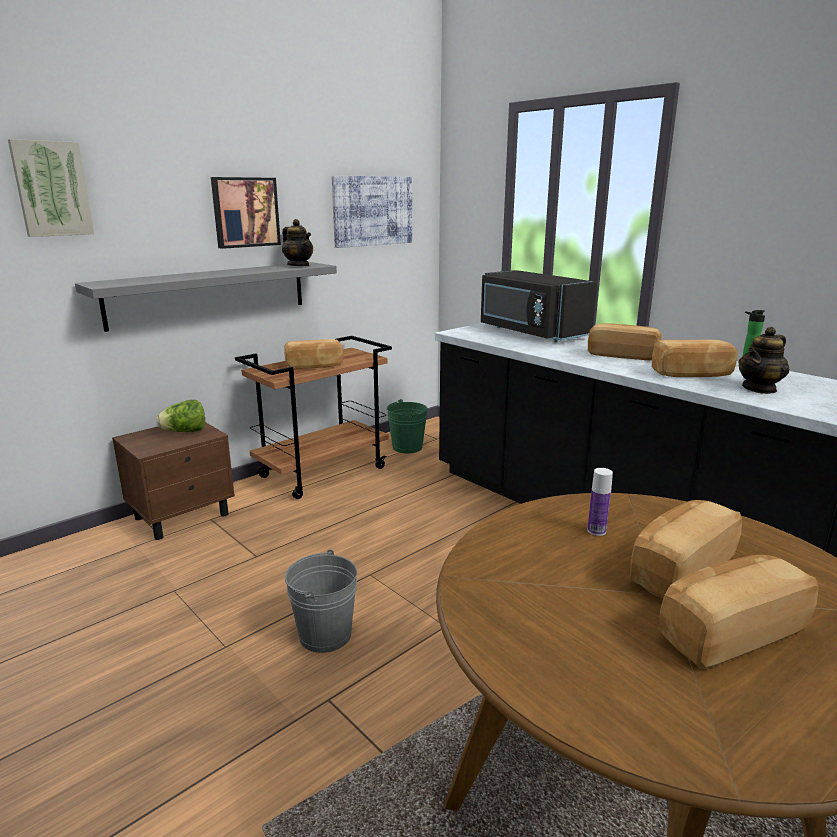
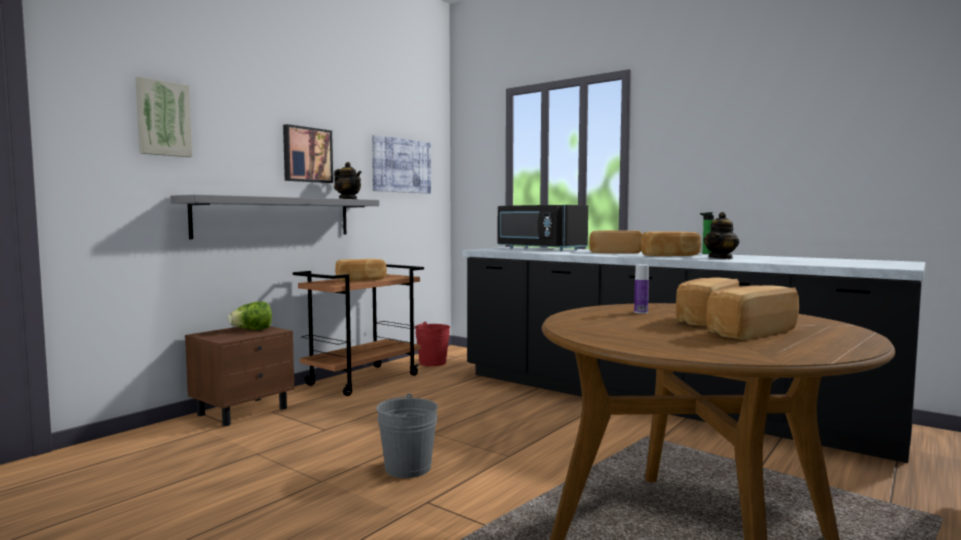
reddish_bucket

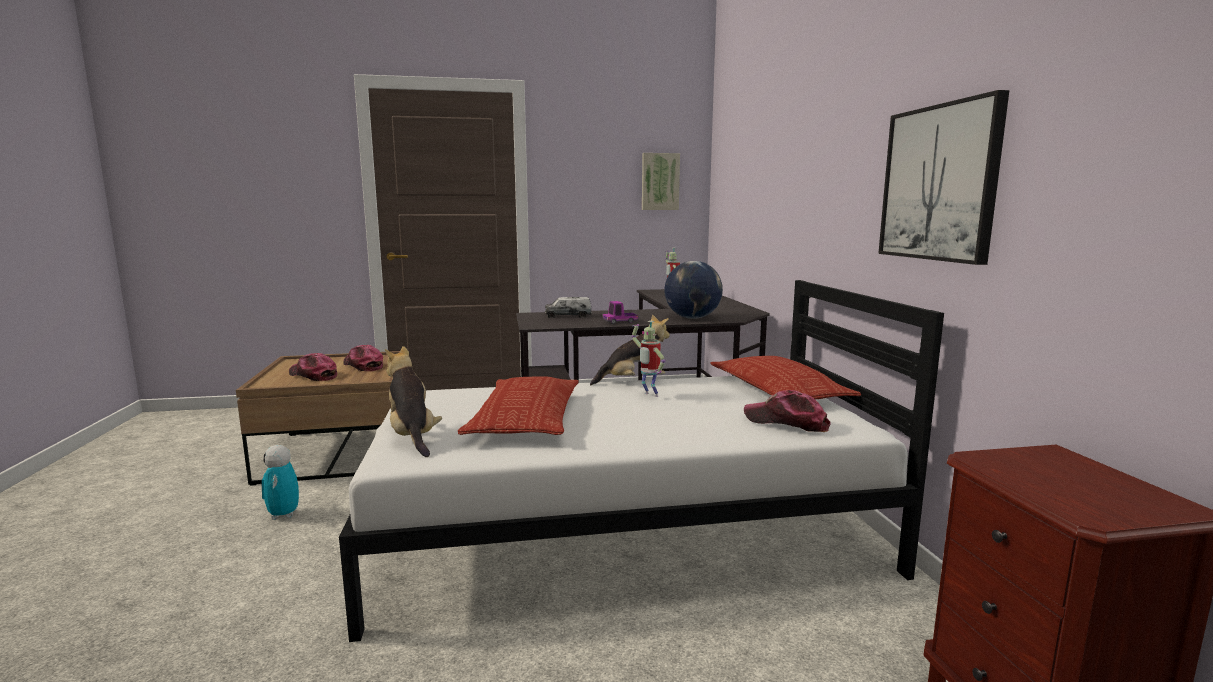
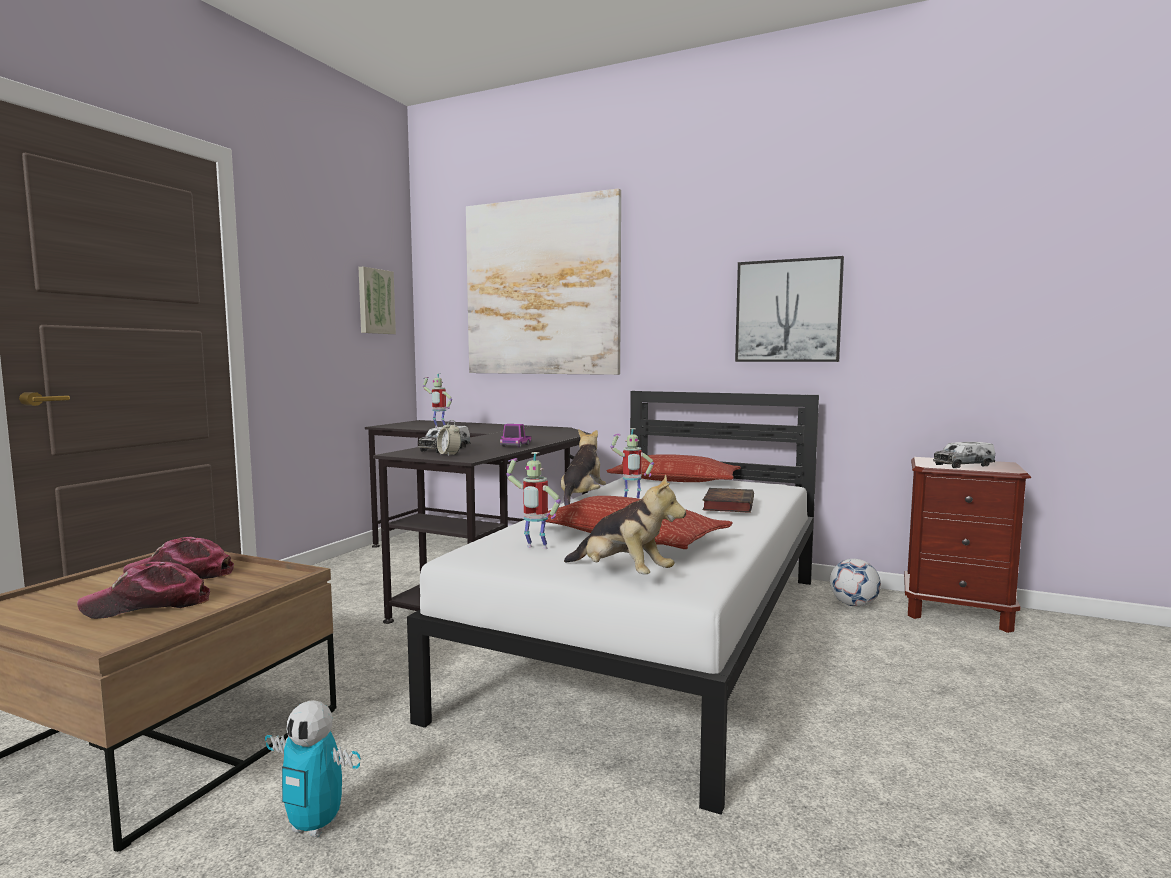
cuddly_toy (2nd from left)
world_globe
baseball_cap (3rd from left in the first image)
bedside_clock
picture (2nd from left)
robot_figure (3rd from left)
book
ball_for_football
model_truck (3rd from left)

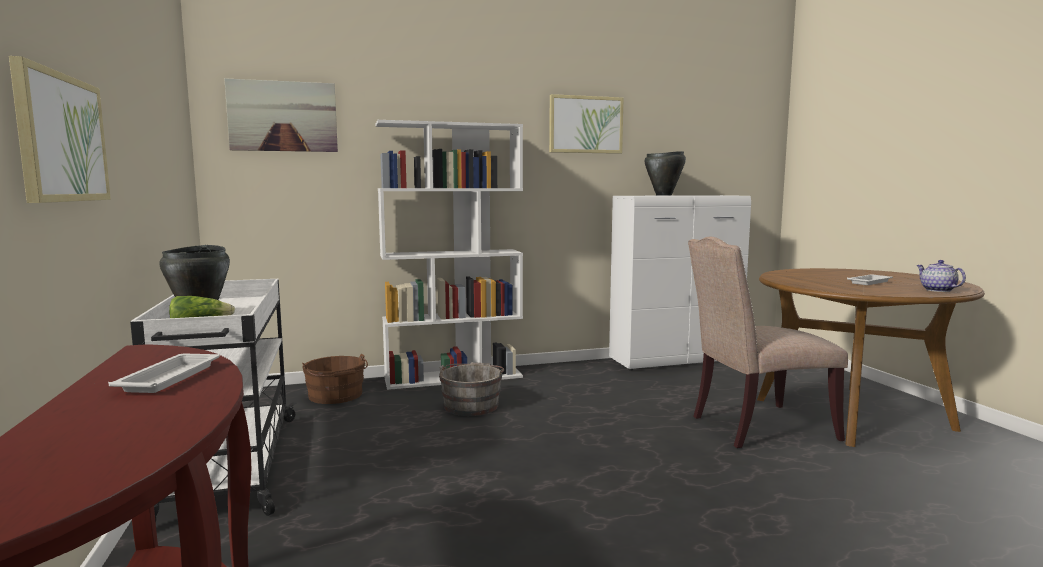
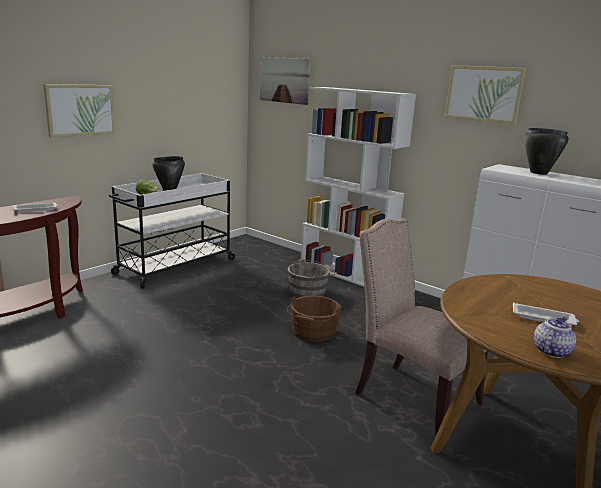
brownish_bucket

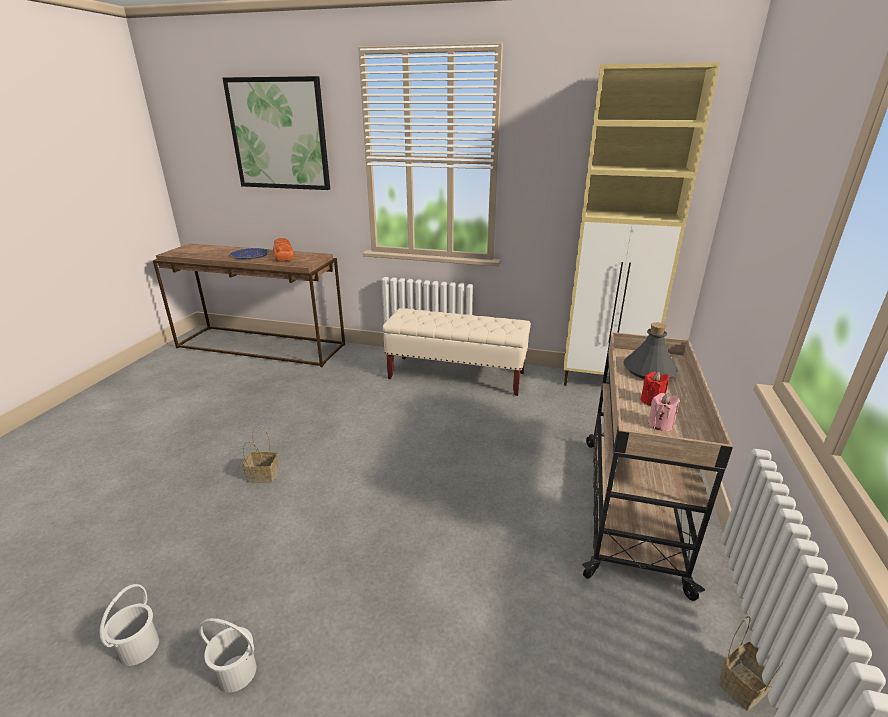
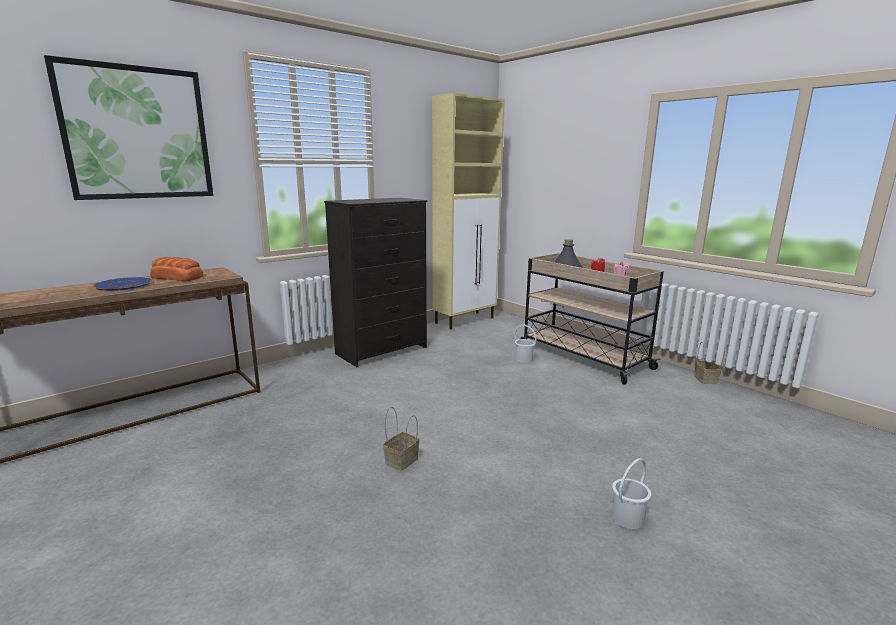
white-coloured_bucket (1st from left)
black-coloured_drawer_chest

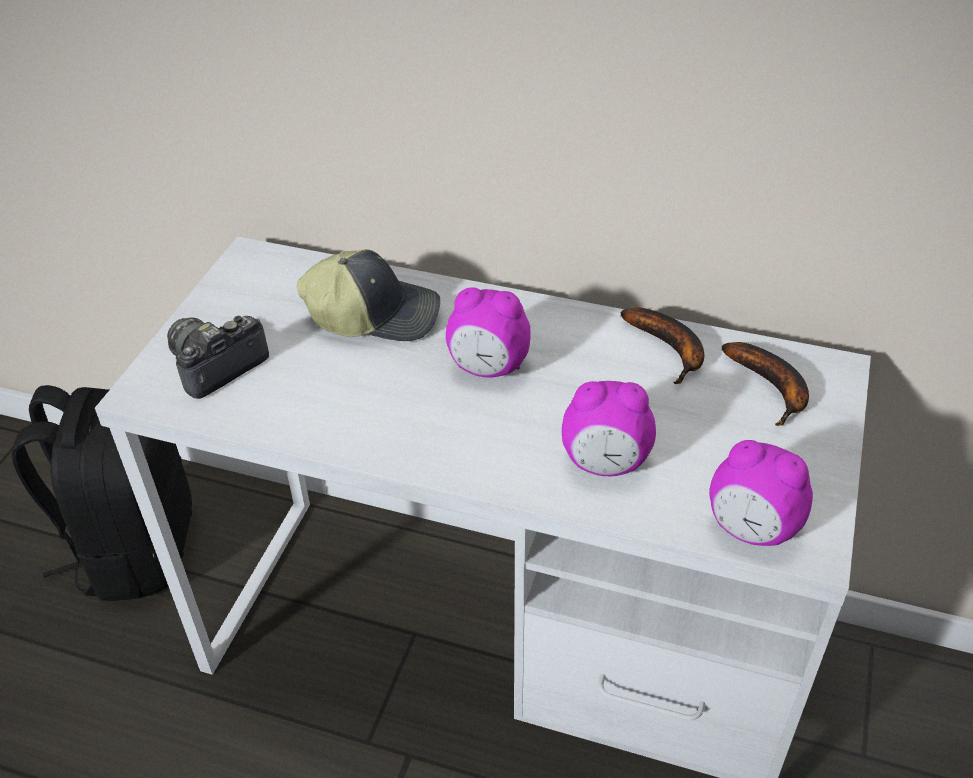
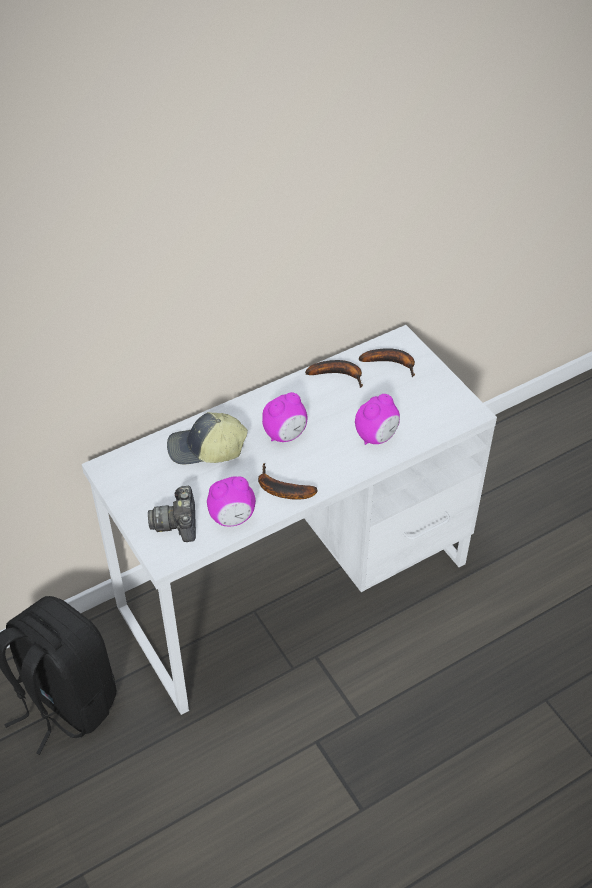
baseball_cap
bedside_clock (1st from left)
banana_fruit (1st from left)

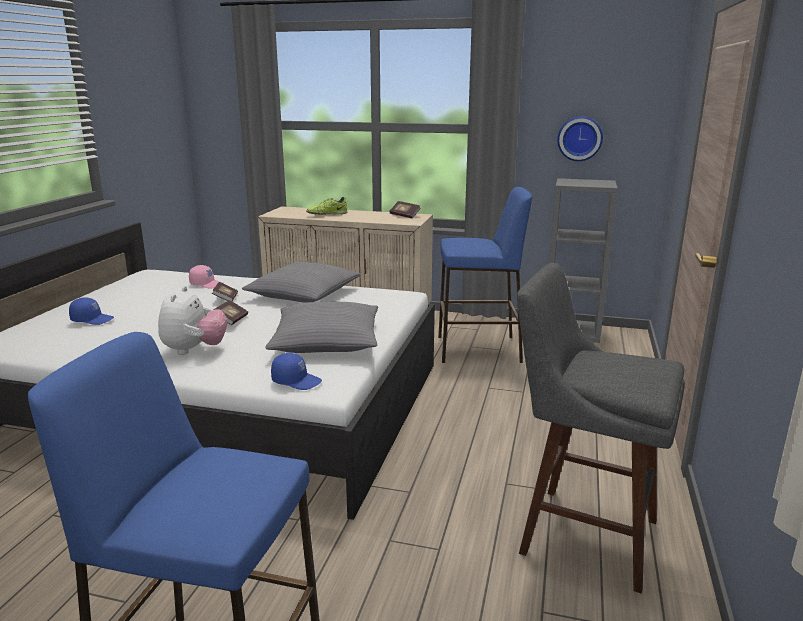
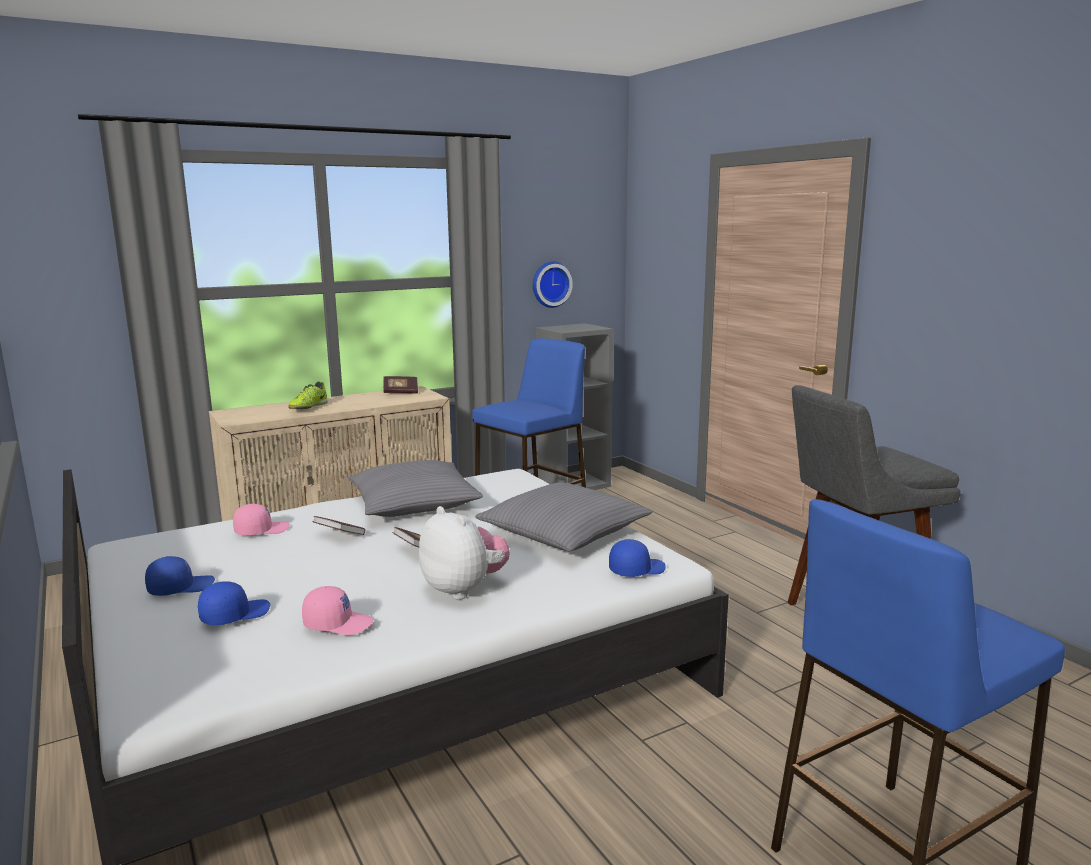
bluish_baseball_cap (1st from left)
pink-coloured_baseball_cap (2nd from left)

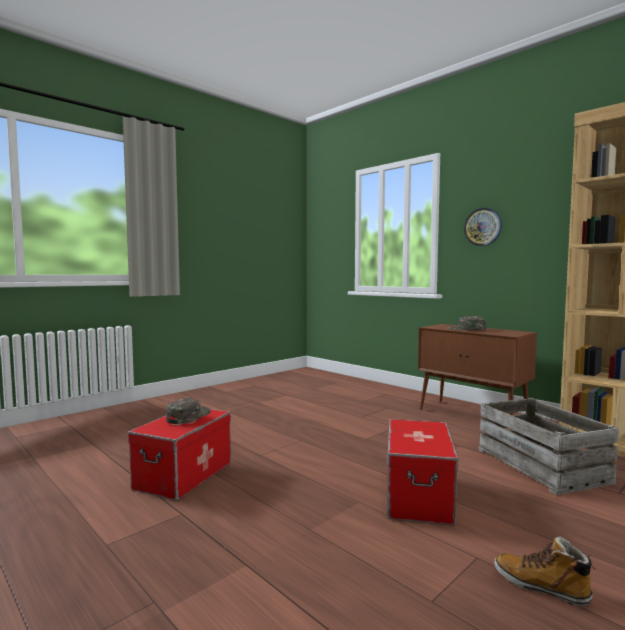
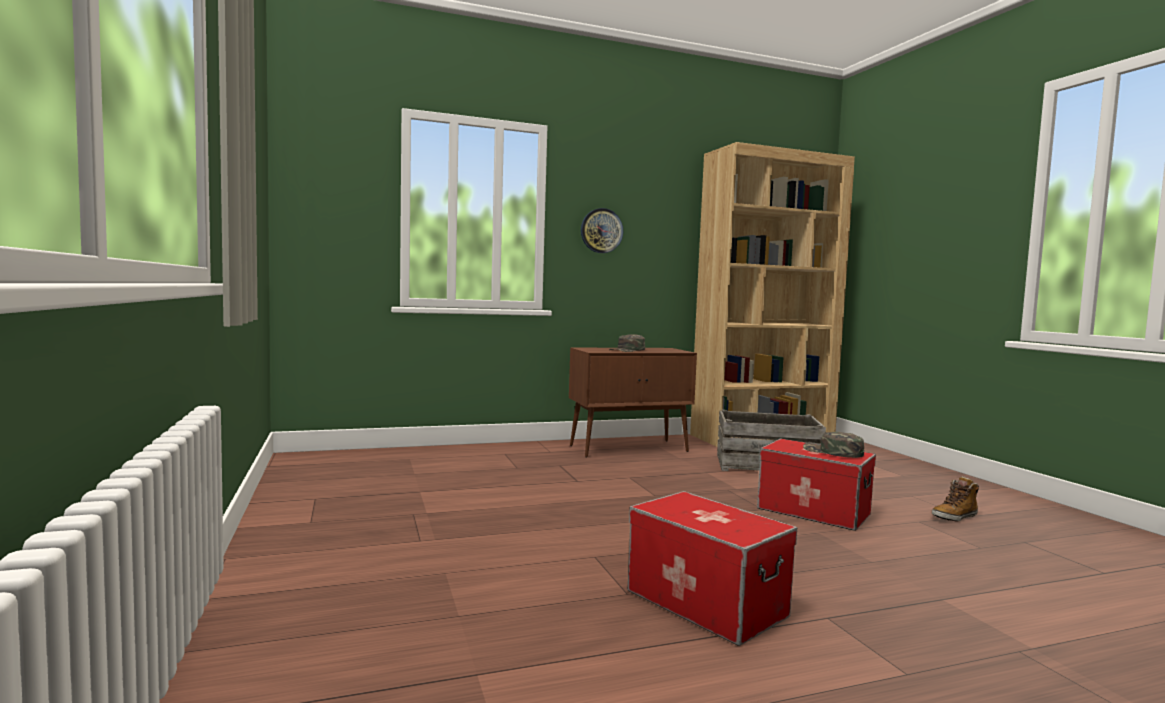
greenish_baseball_cap (2nd from left)

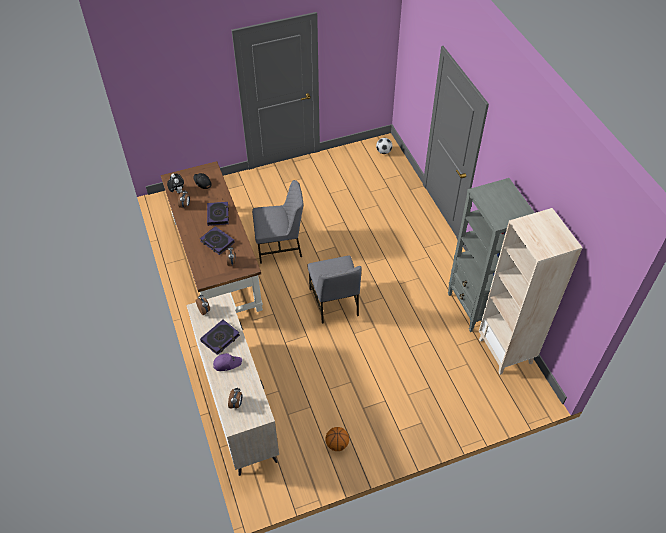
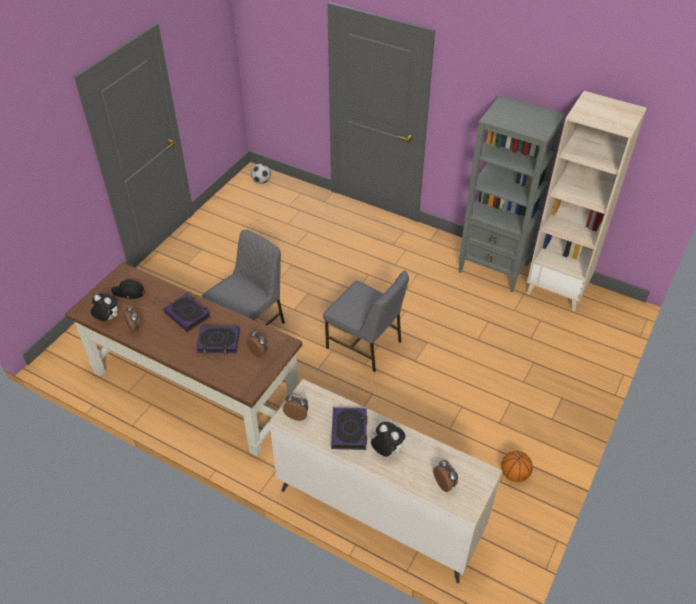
cuddly_toy (2nd from left)

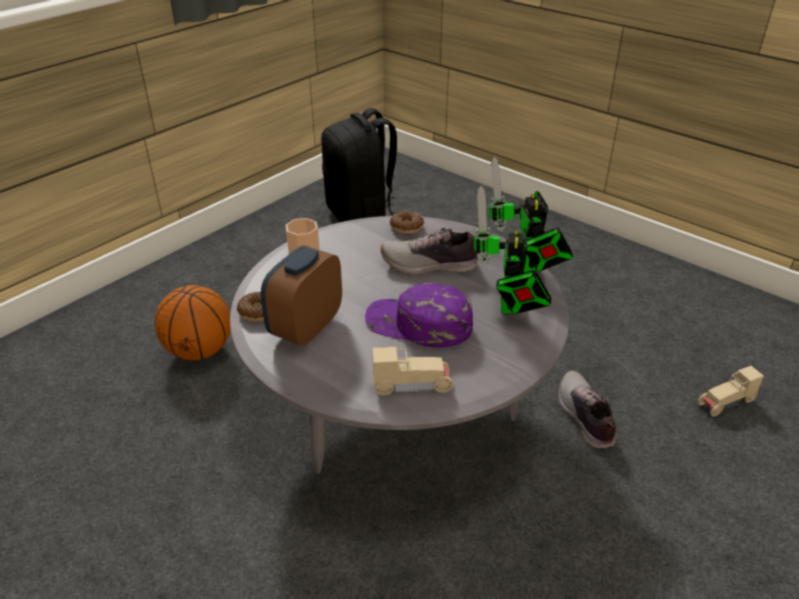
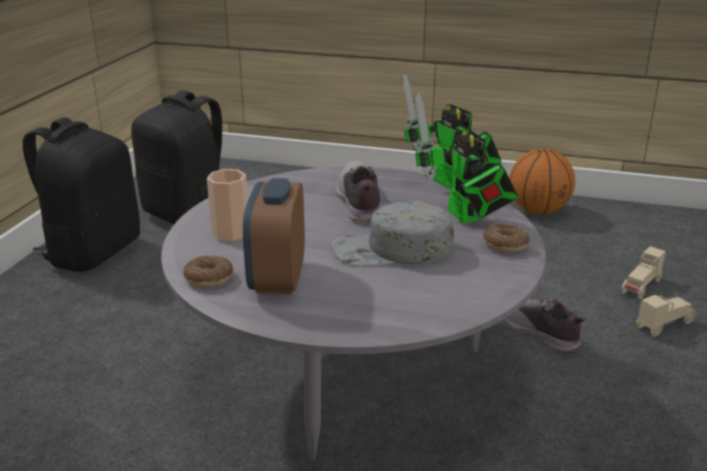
basketball_ball
greyish_baseball_cap
beige_model_car (2nd from left)
shoe (1st from left)
doughnut (2nd from left)
black-coloured_backpack (1st from left)

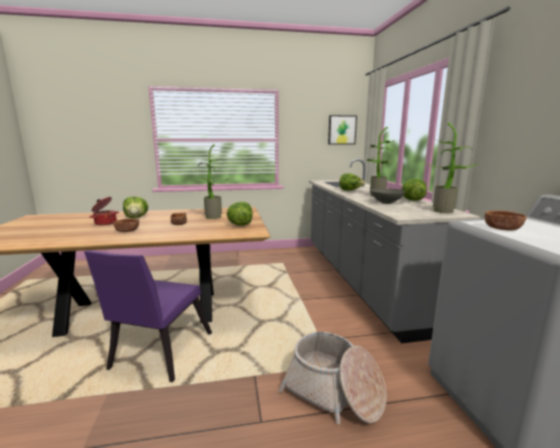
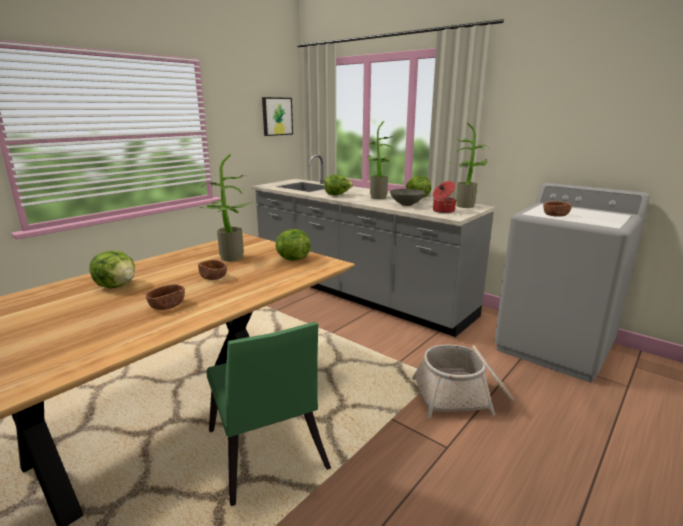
greenish_plain_chair
saucepot

